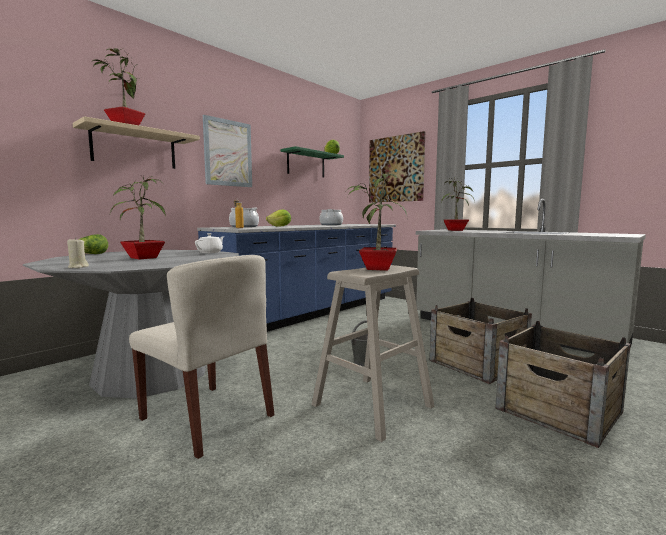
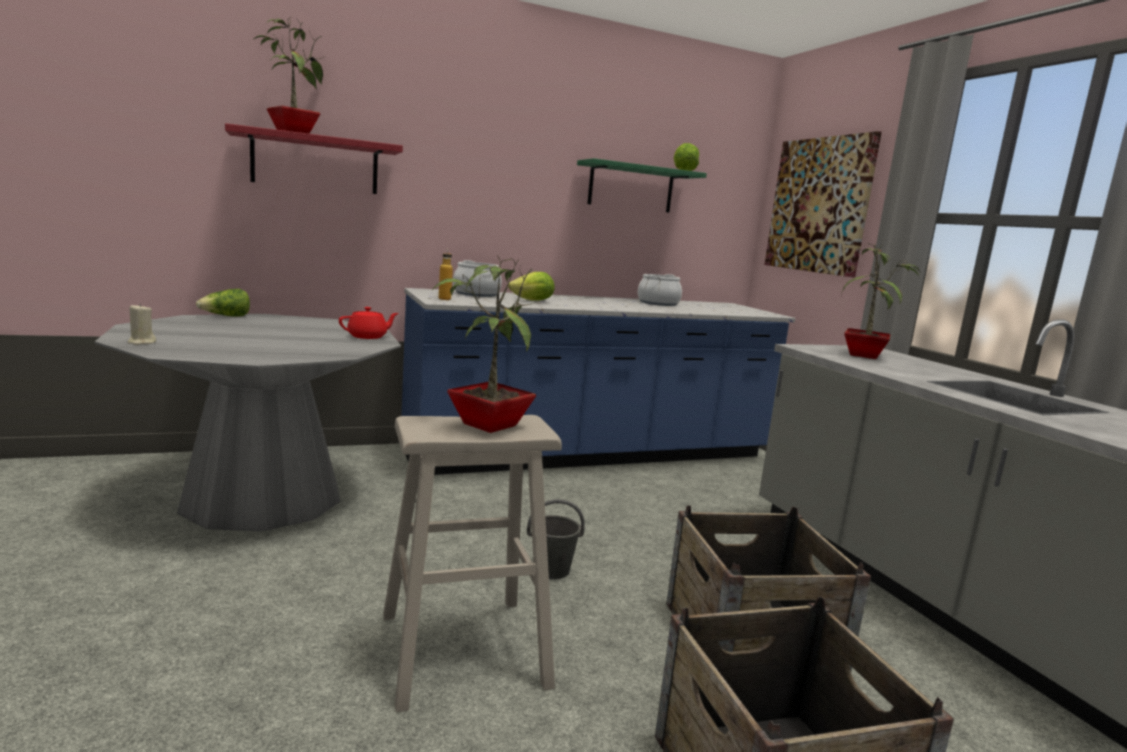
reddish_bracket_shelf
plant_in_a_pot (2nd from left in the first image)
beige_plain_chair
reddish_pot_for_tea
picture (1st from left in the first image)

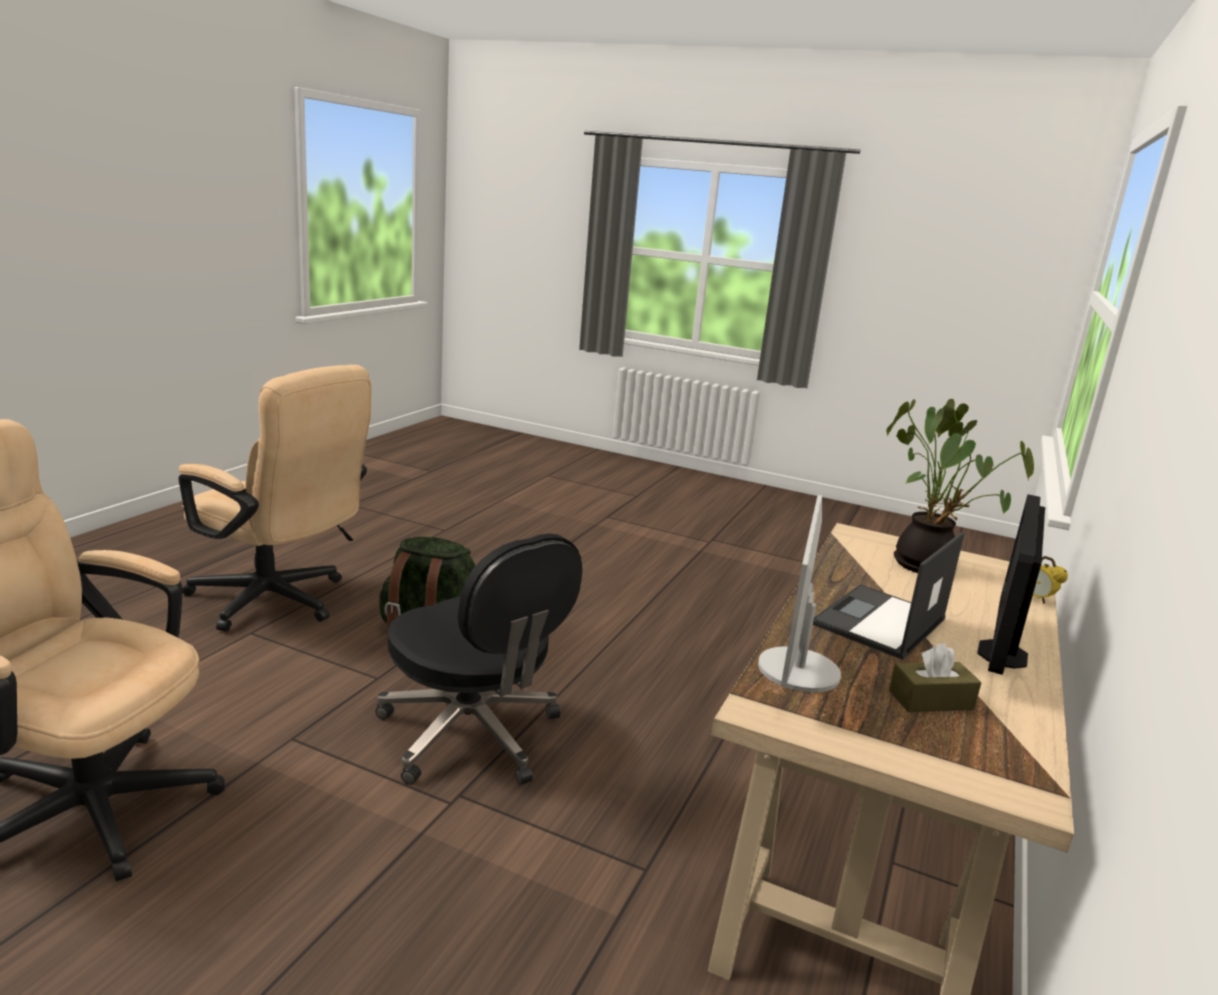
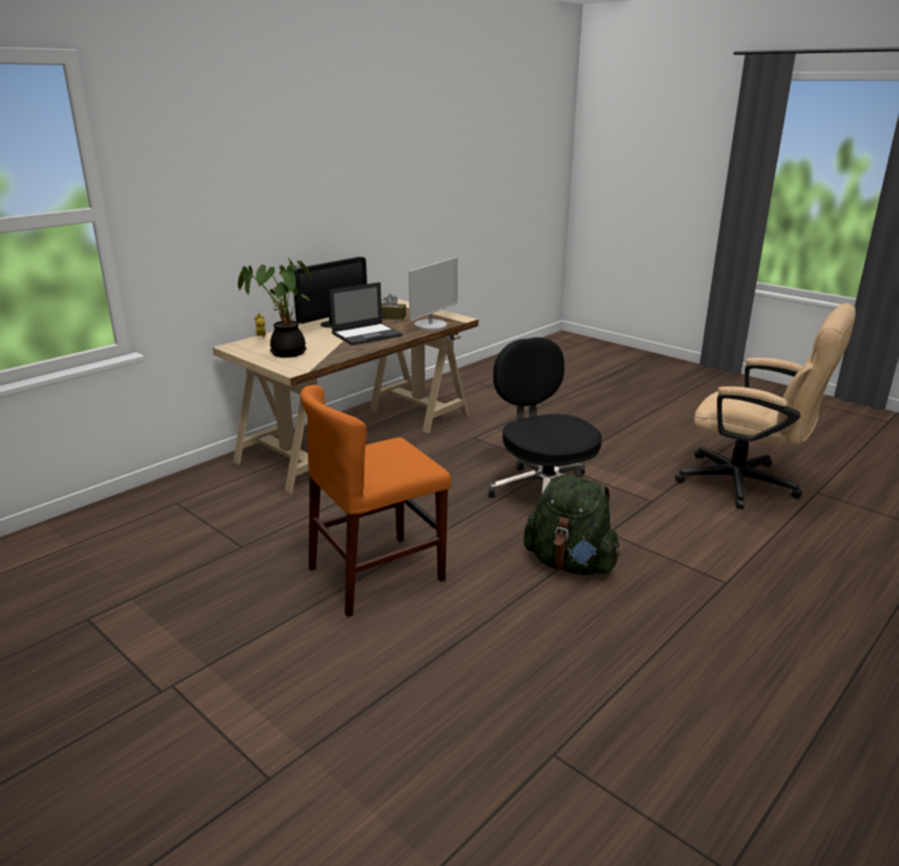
beige_computer_chair (2nd from left in the first image)
orangey_plain_chair

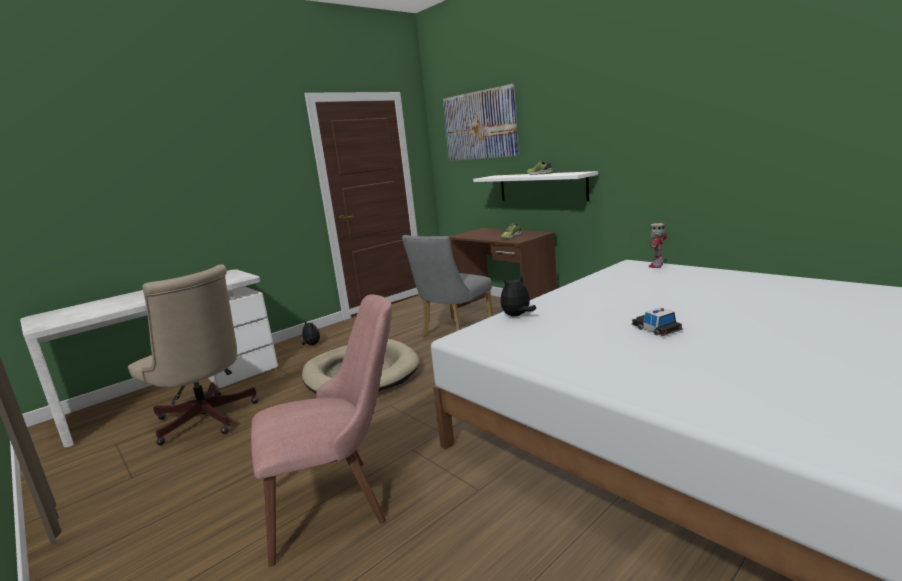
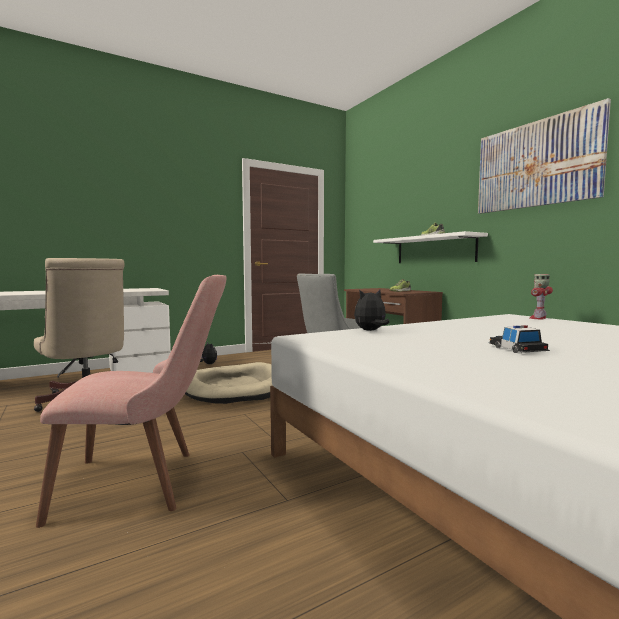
picture

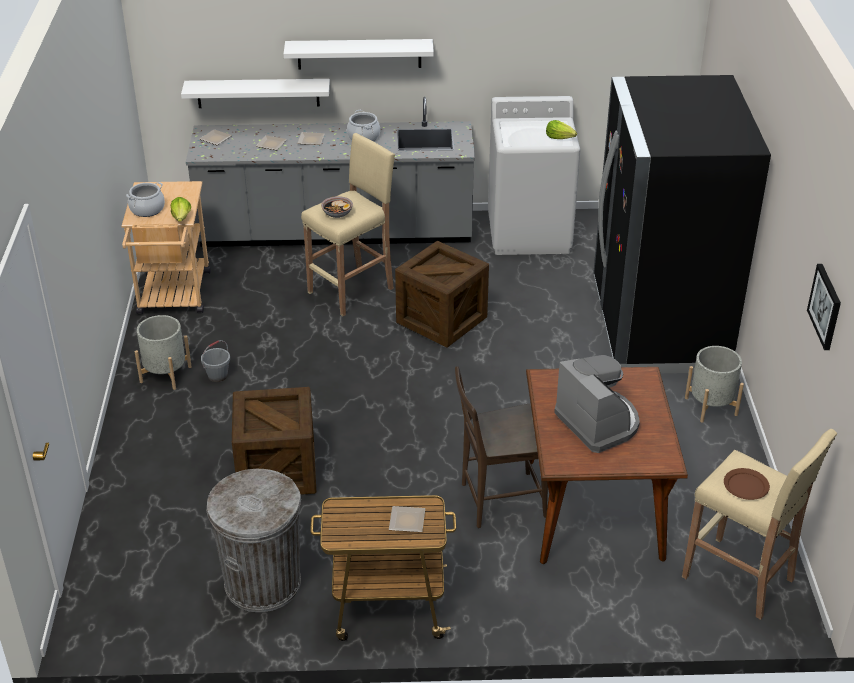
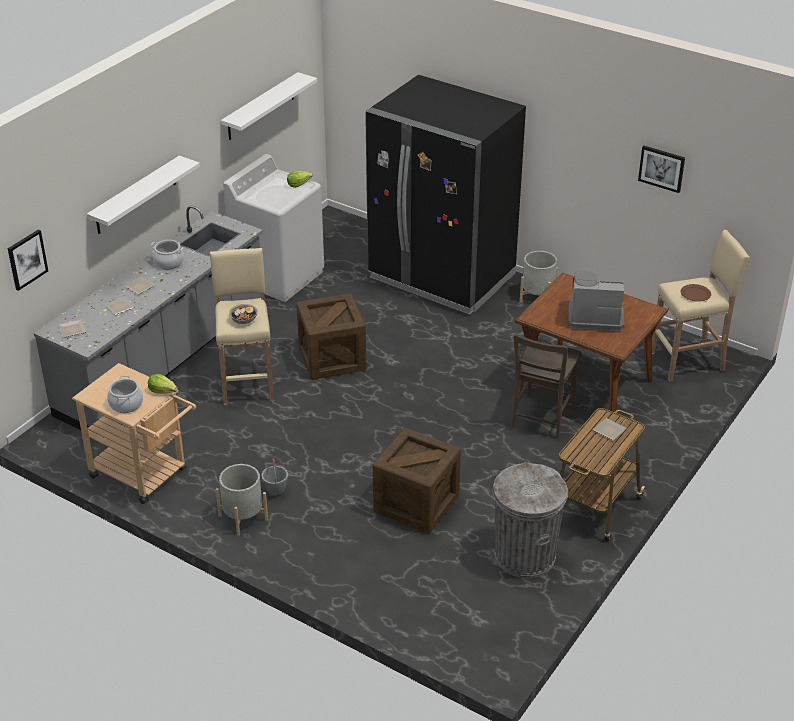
white-coloured_bracket_shelf (2nd from left)
picture (1st from left)

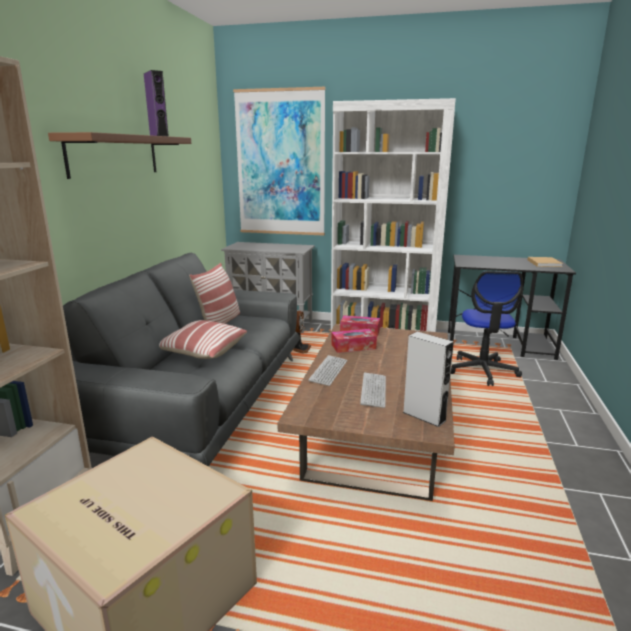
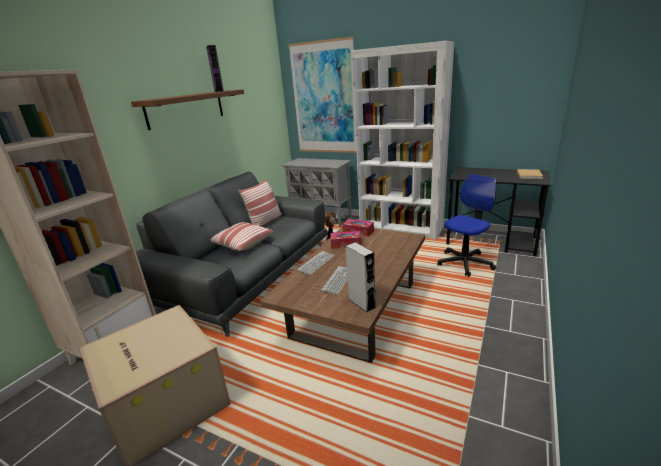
computer_chair

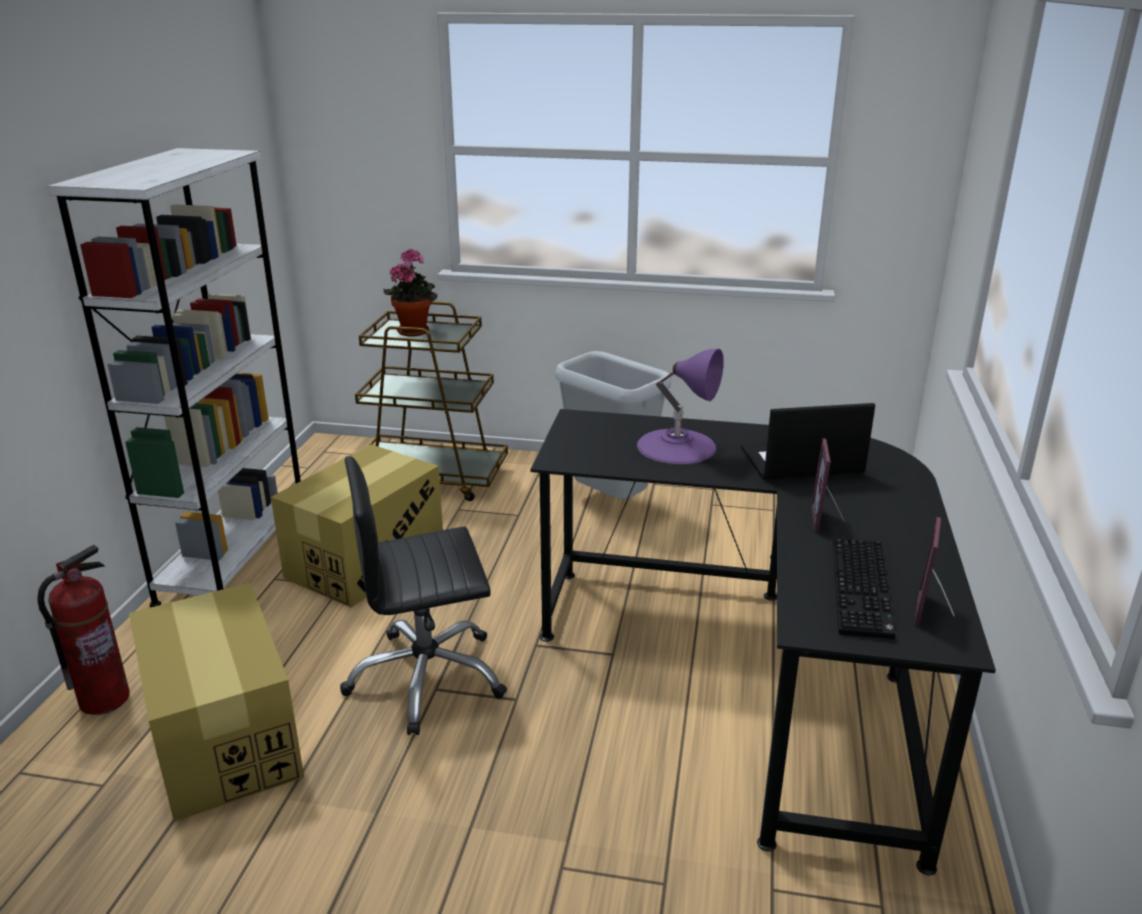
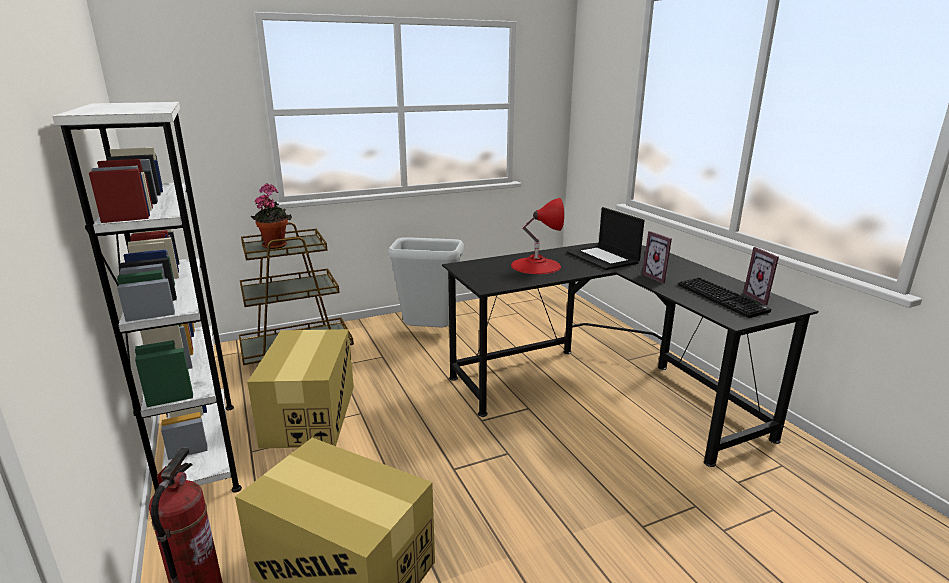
black-coloured_computer_chair
reddish_tabletop_lamp
laptop

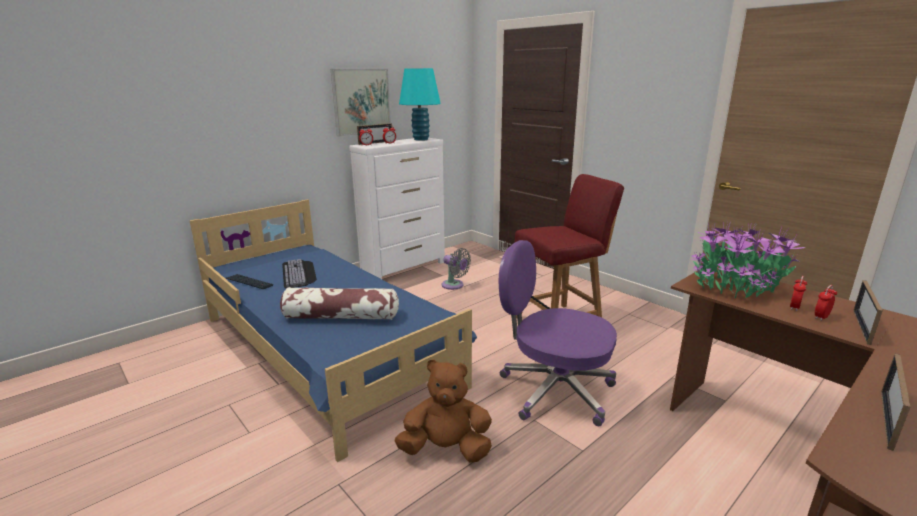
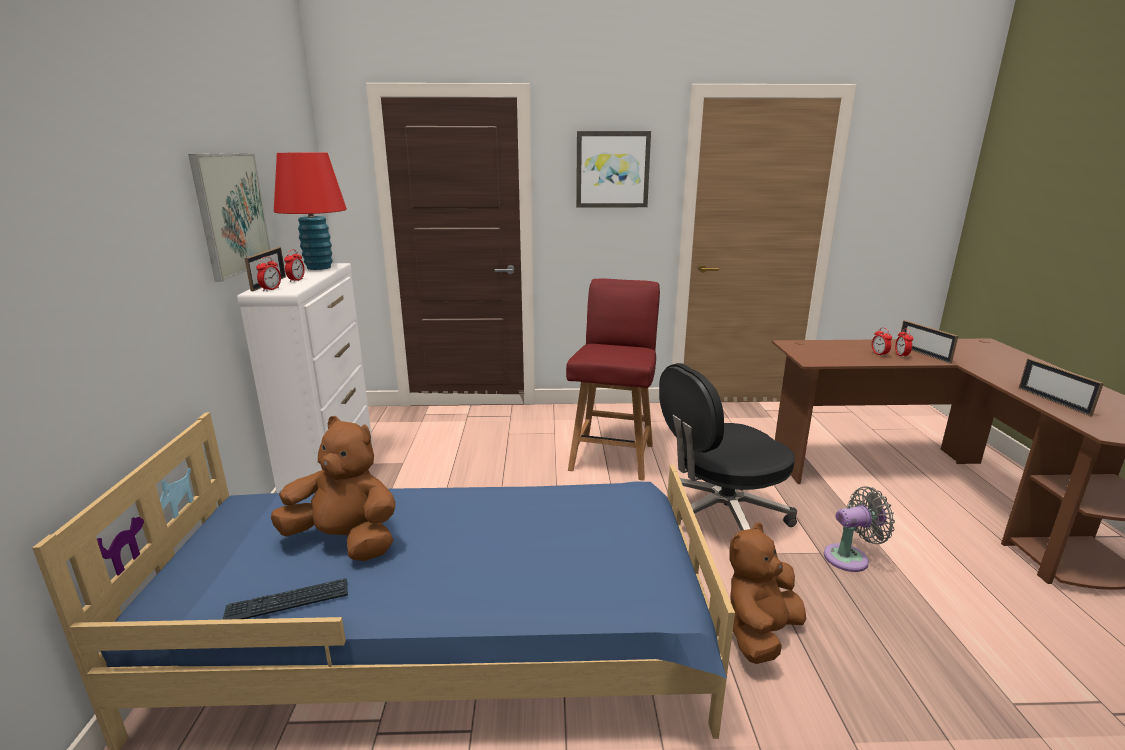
throw_pillow
brownish_cuddly_toy (1st from left)
reddish_tabletop_lamp
greyish_fan
black-coloured_computer_chair
plant_in_a_pot
picture (2nd from left)

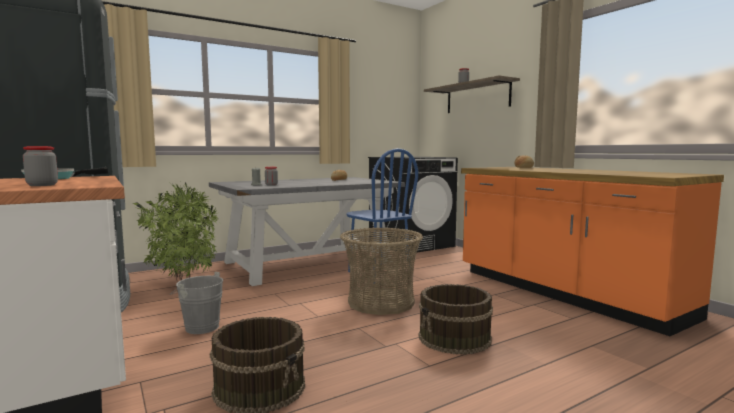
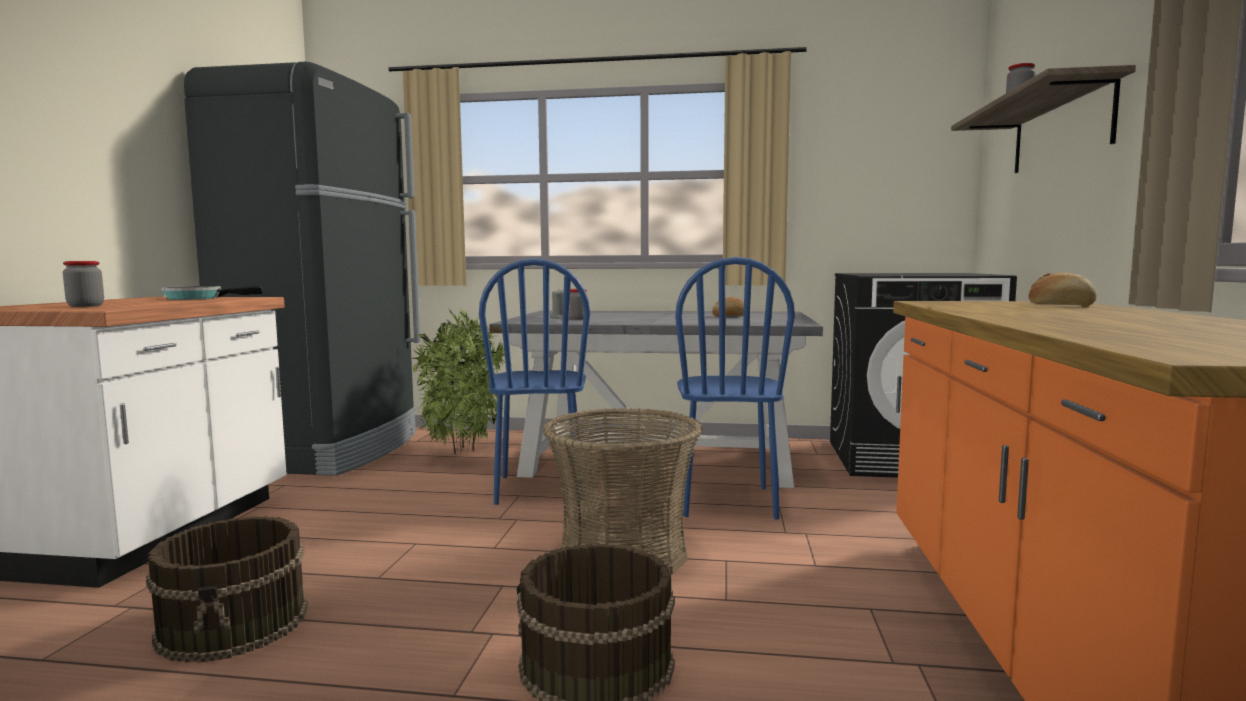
greyish_bucket
bluish_plain_chair (1st from left)

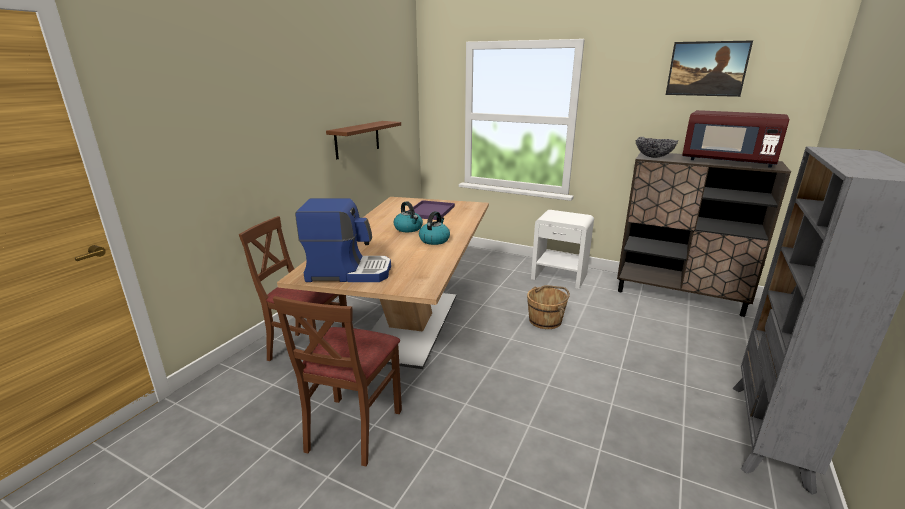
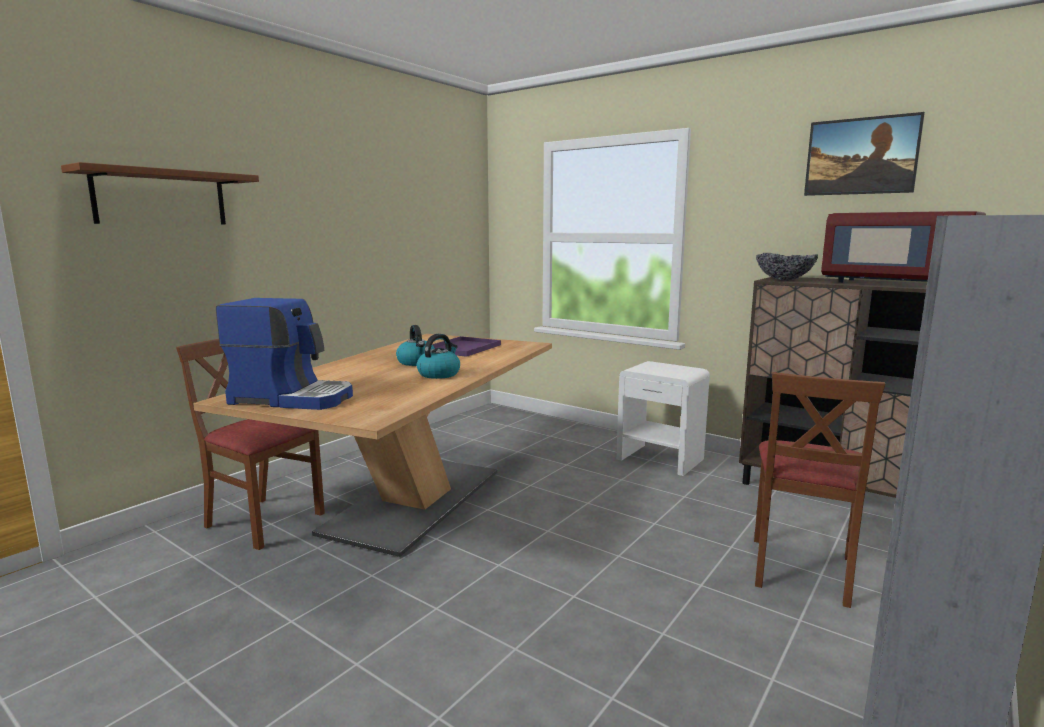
brownish_plain_chair (2nd from left)
brownish_bracket_shelf
brownish_bucket

